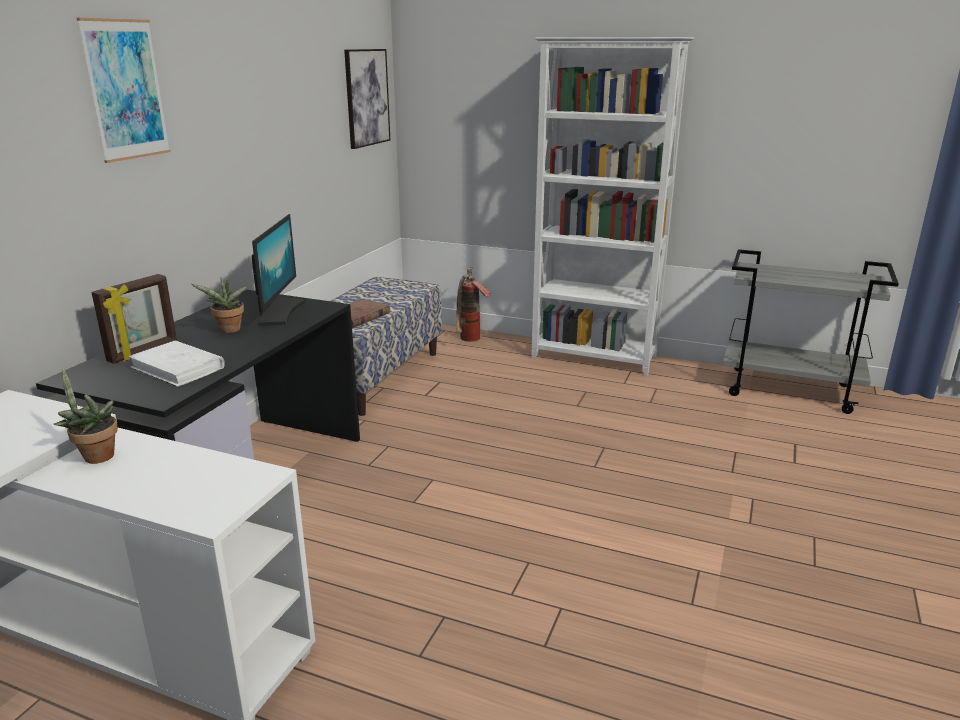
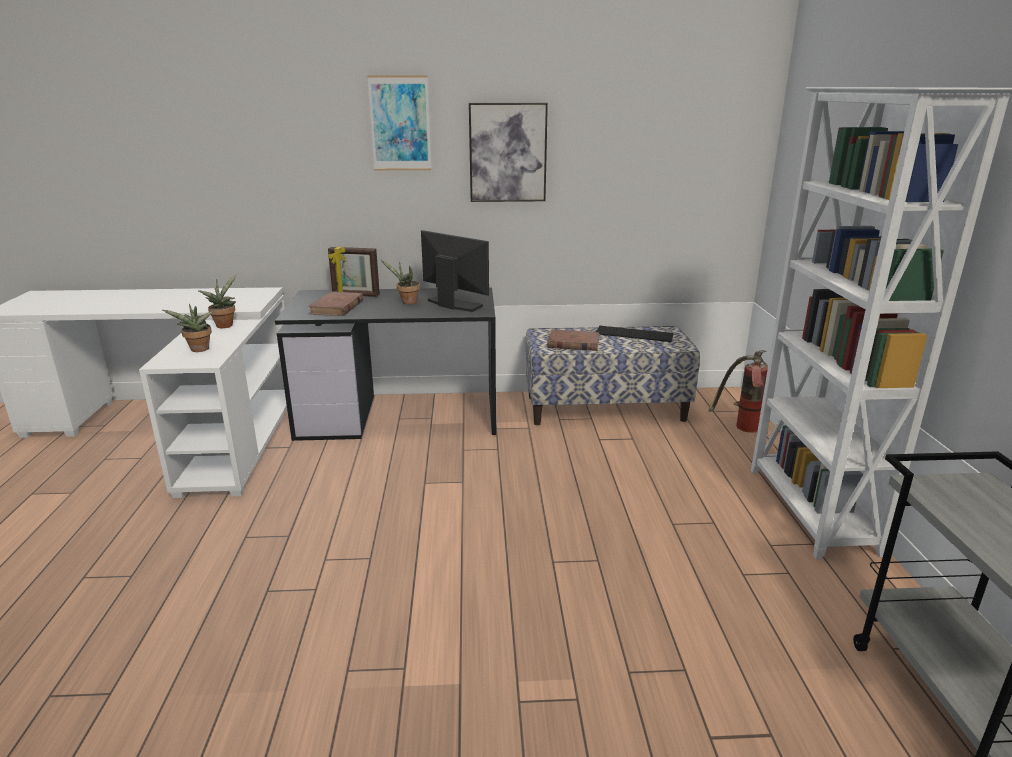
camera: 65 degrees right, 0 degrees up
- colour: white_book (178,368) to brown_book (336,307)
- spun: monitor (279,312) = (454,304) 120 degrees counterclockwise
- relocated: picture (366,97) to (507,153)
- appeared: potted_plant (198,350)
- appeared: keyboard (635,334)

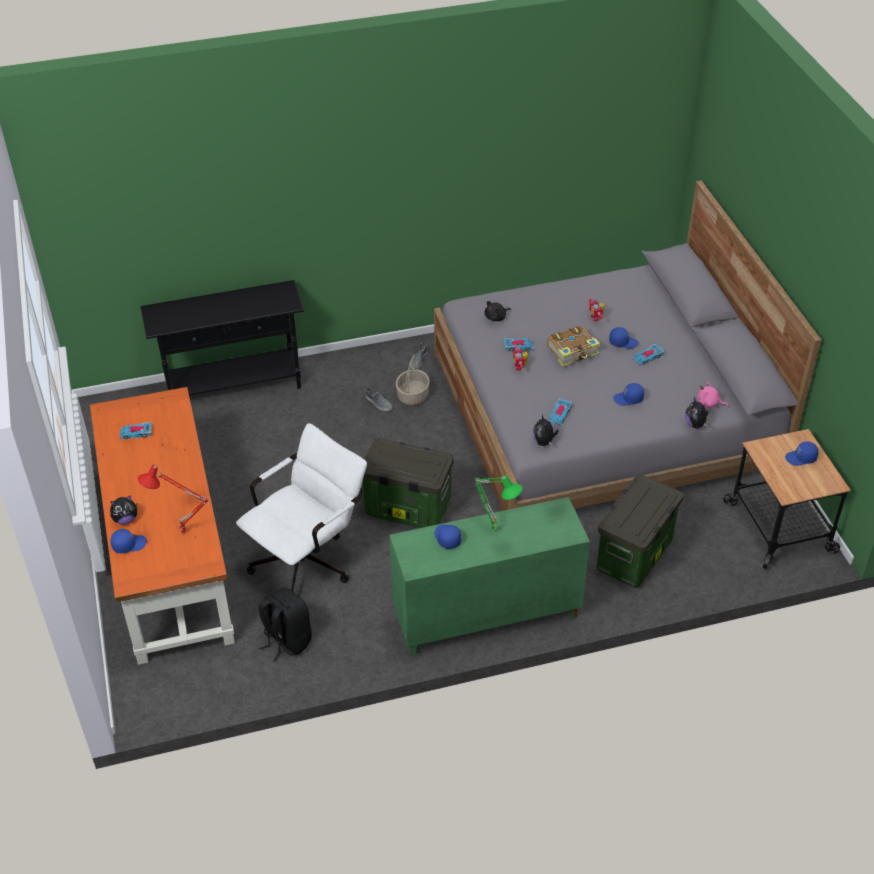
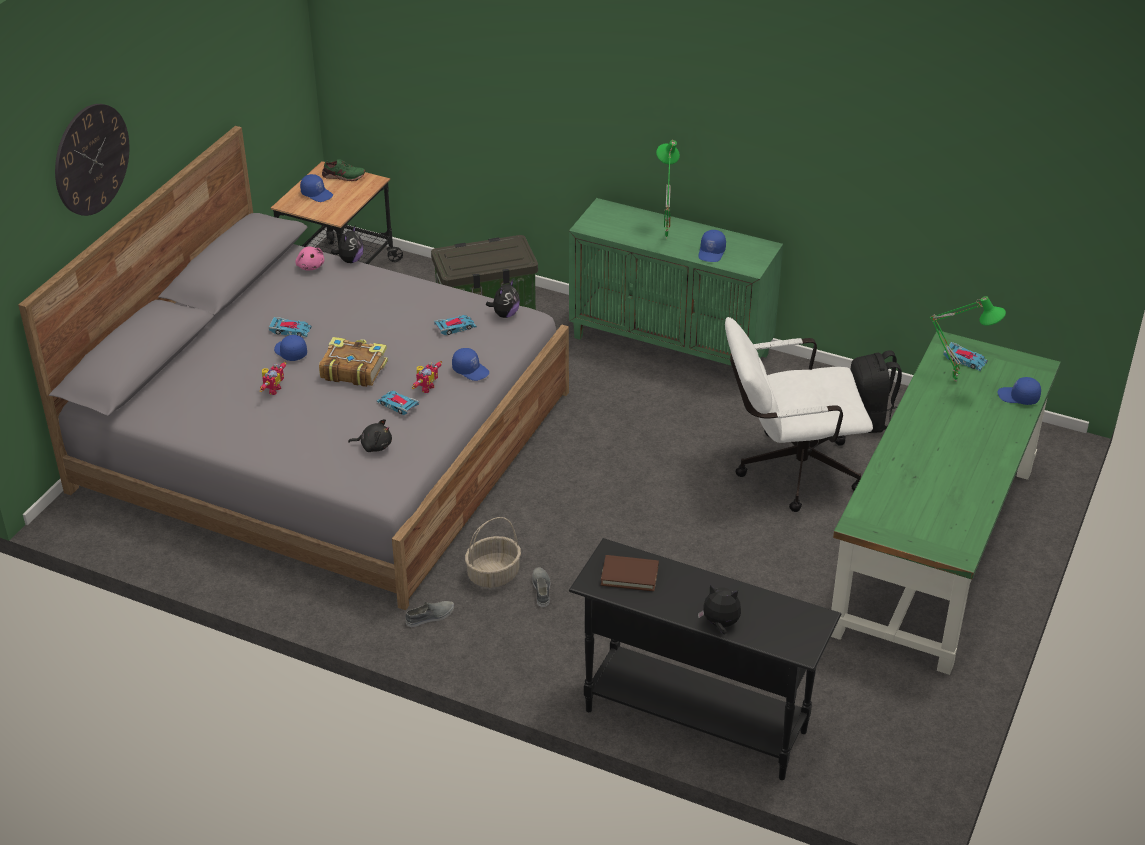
camera: 140 degrees left, 5 degrees down
- colour: orange_desk (169,558) to green_desk (935,550)
- relocated: plush_toy (125,519) to (720,624)
- relocated: toy_car (136,433) to (965,360)
- colour: red_table_lamp (183,534) to green_table_lamp (956,379)
- missing: storage_box (406,509)
- relocated: blue_cap (628,399) to (471,370)
- appeared: wall_clock (91,159)
- appeared: green_shoe (343,176)
- appeared: brown_book (629,575)

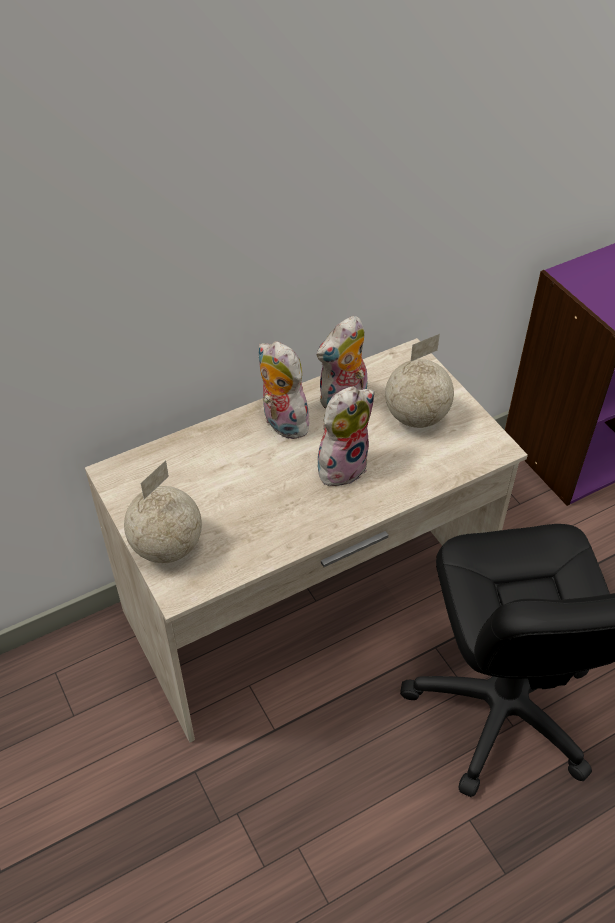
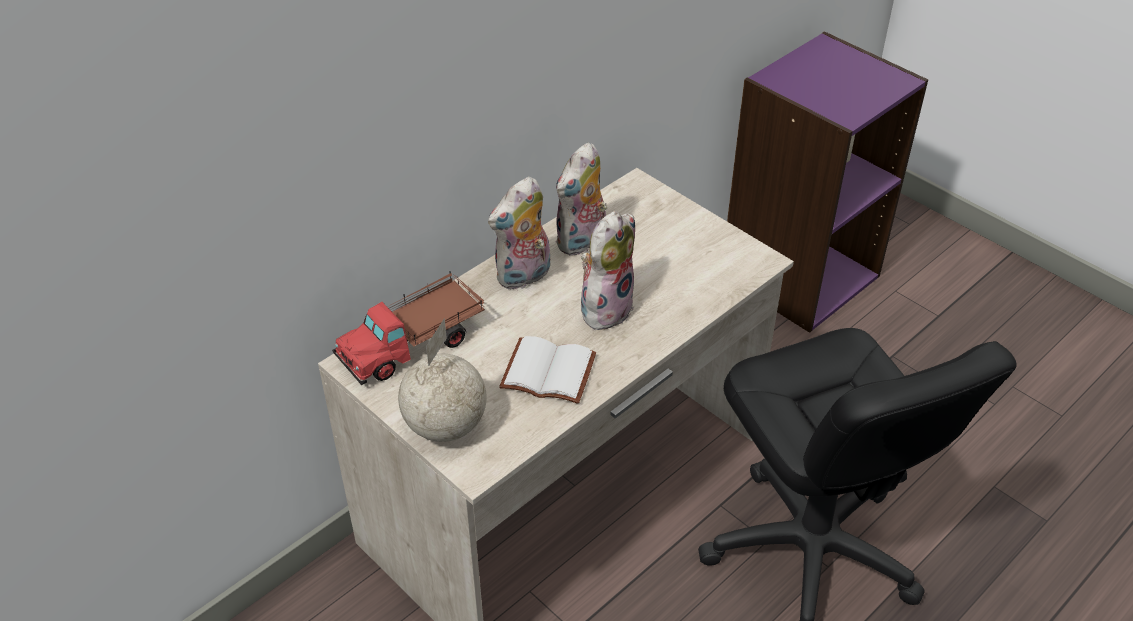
camera: 15 degrees left, 5 degrees down
- spun: plush_toy (281,423) = (524,277) 75 degrees counterclockwise
- missing: globe (417,417)
- appeared: toy_truck (414,344)
- appeared: white_book (546,374)

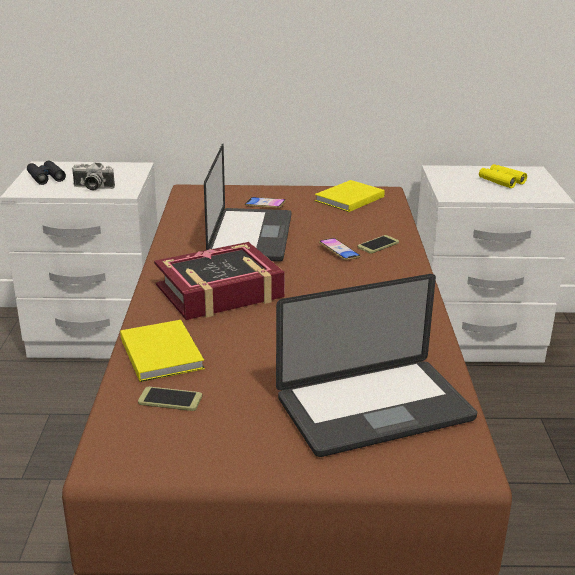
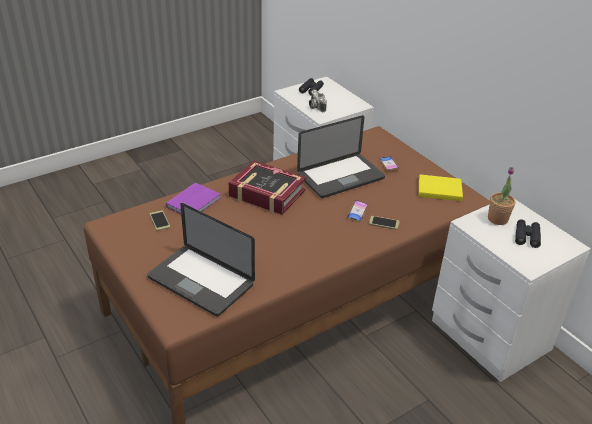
camera: 55 degrees right, 10 degrees up
- colour: yellow_book (162,352) to purple_book (195,202)
- colour: yellow_binoculars (501,181) to black_binoculars (527,236)
- appeared: potted_plant (497,219)

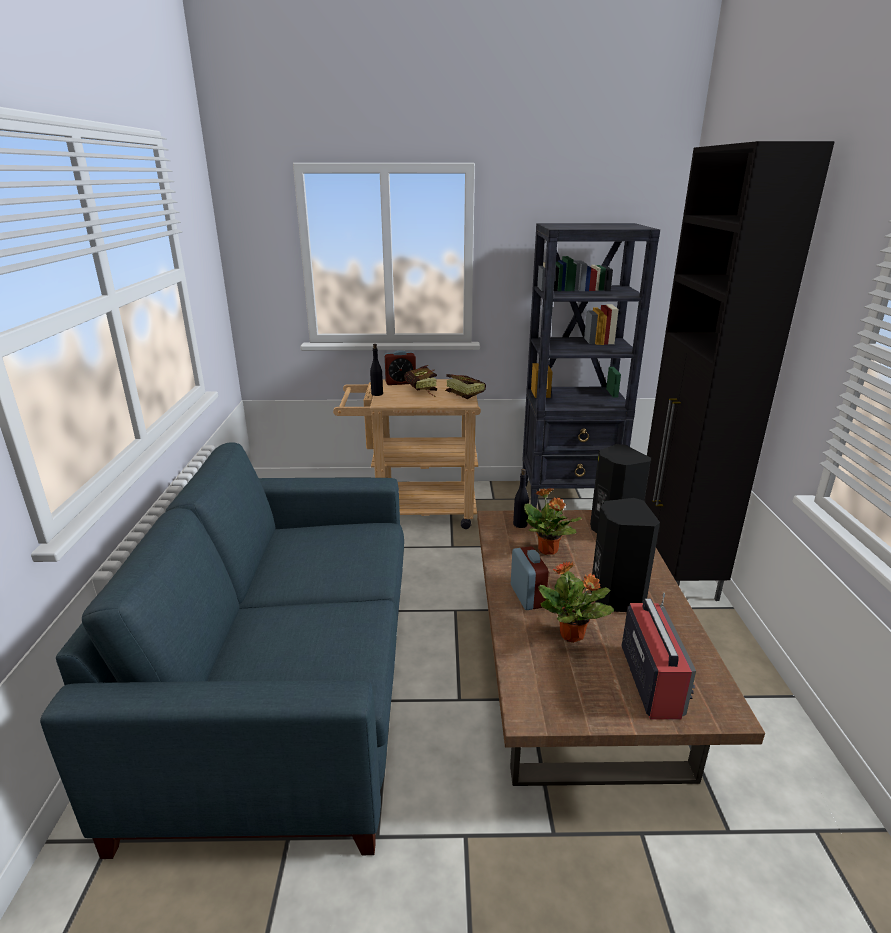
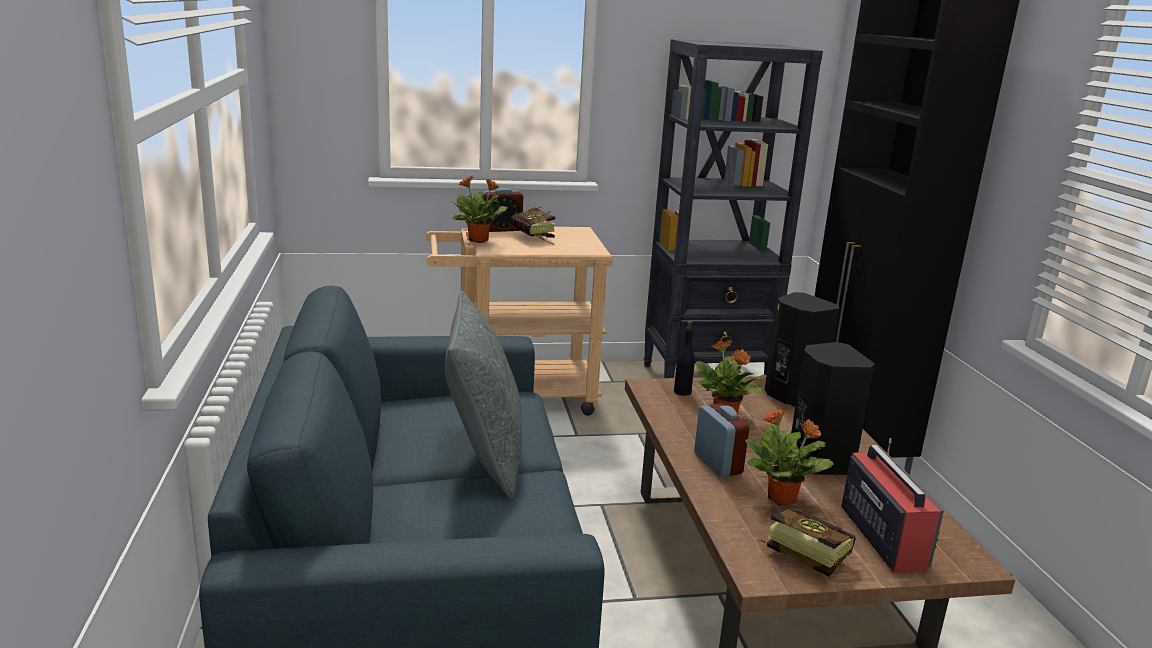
camera: 10 degrees left, 5 degrees down
- exchanged: black_bottle (377,394) to potted_plant (479,240)
- relocated: book (462,394) to (799,553)
- appeared: grey_pillow (484,457)

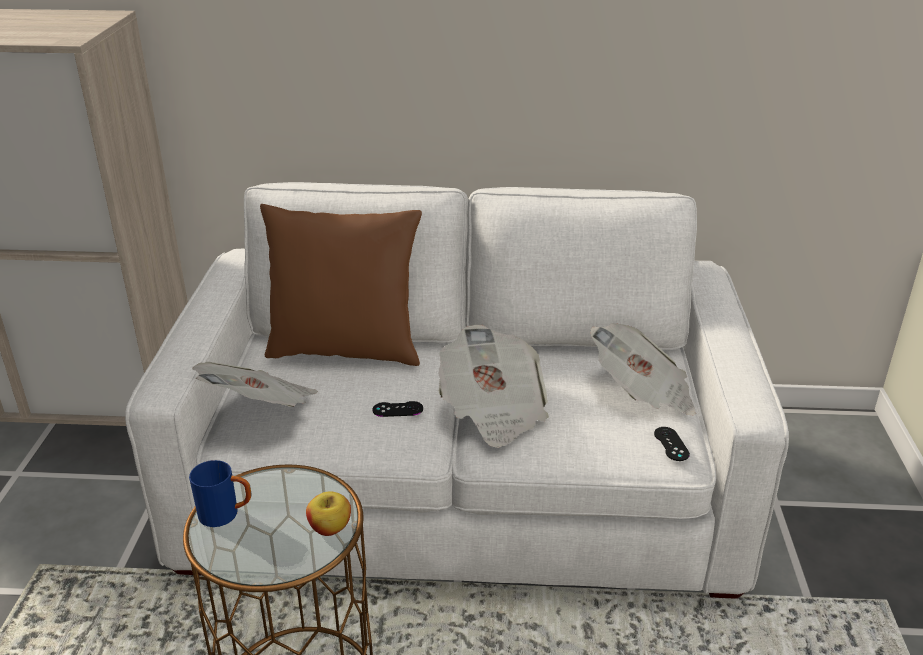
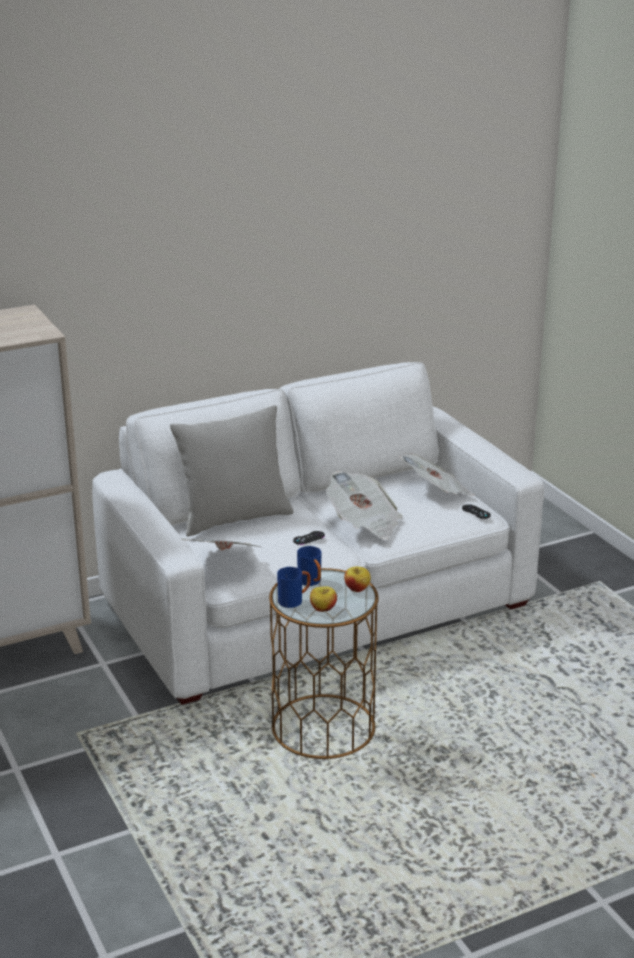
camera: 30 degrees left, 5 degrees down
- colour: brown_pillow (345,350) to grey_pillow (234,518)
- appeared: blue_mug (311,582)
- appeared: apple (323,608)

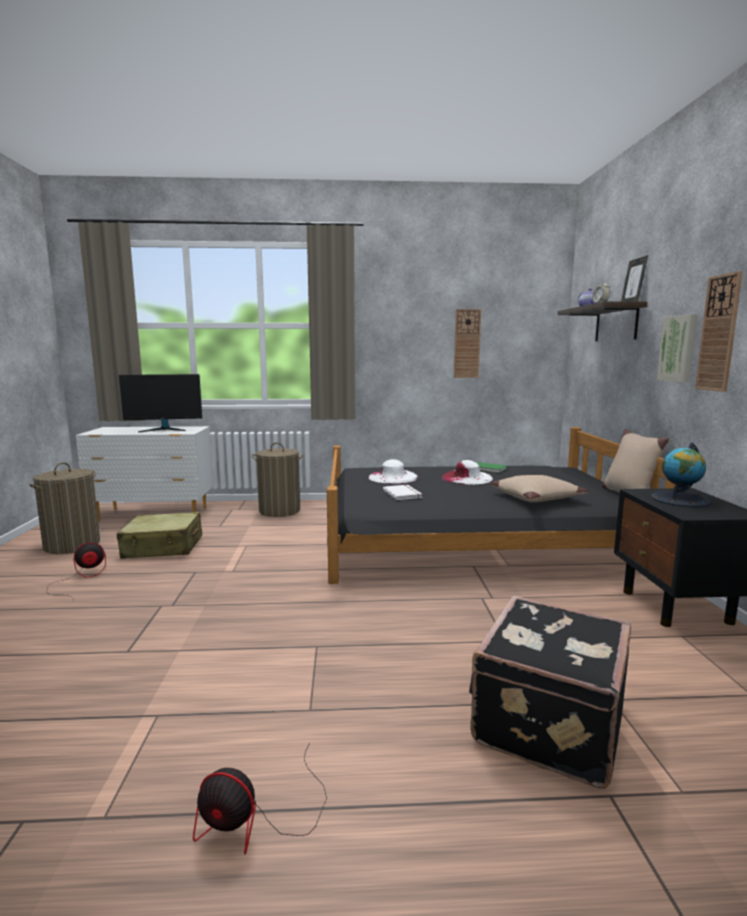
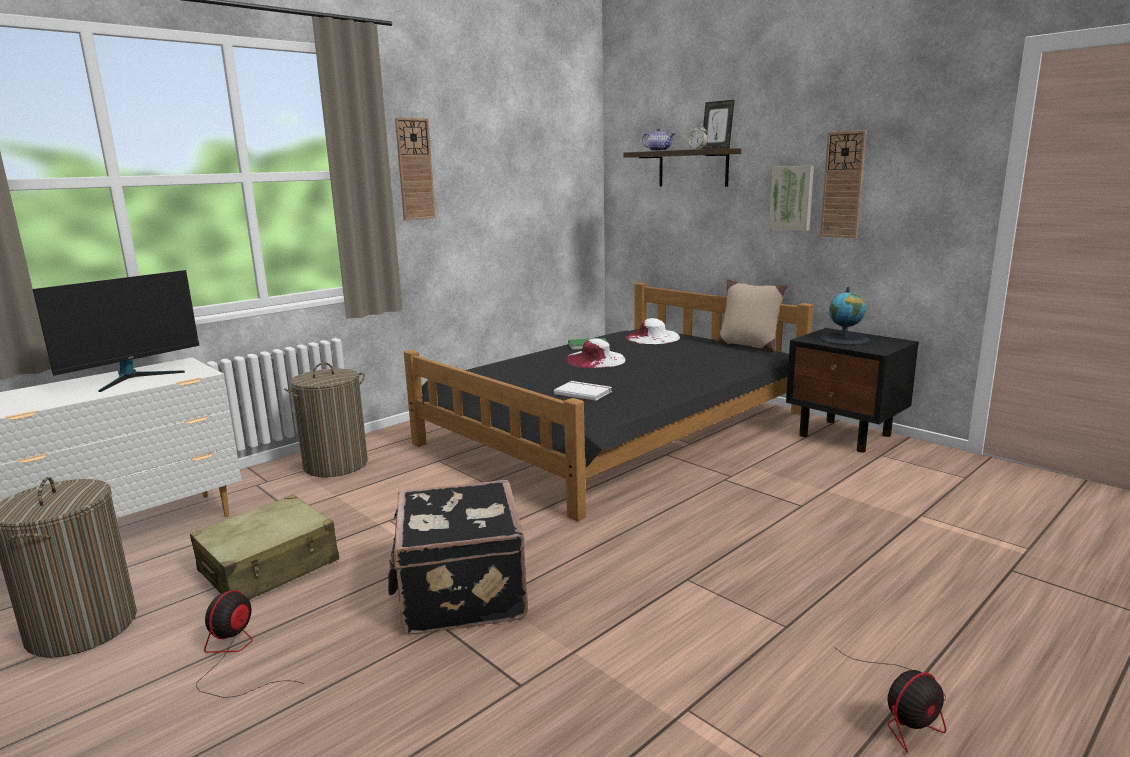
camera: 40 degrees left, 5 degrees up
- relocated: white_hat (393,477) to (652,337)
- relocated: wall_clock (467,344) to (415,169)
- relocated: black_suitcase (545,722) to (459,593)
- missing: beige_pillow (536,497)

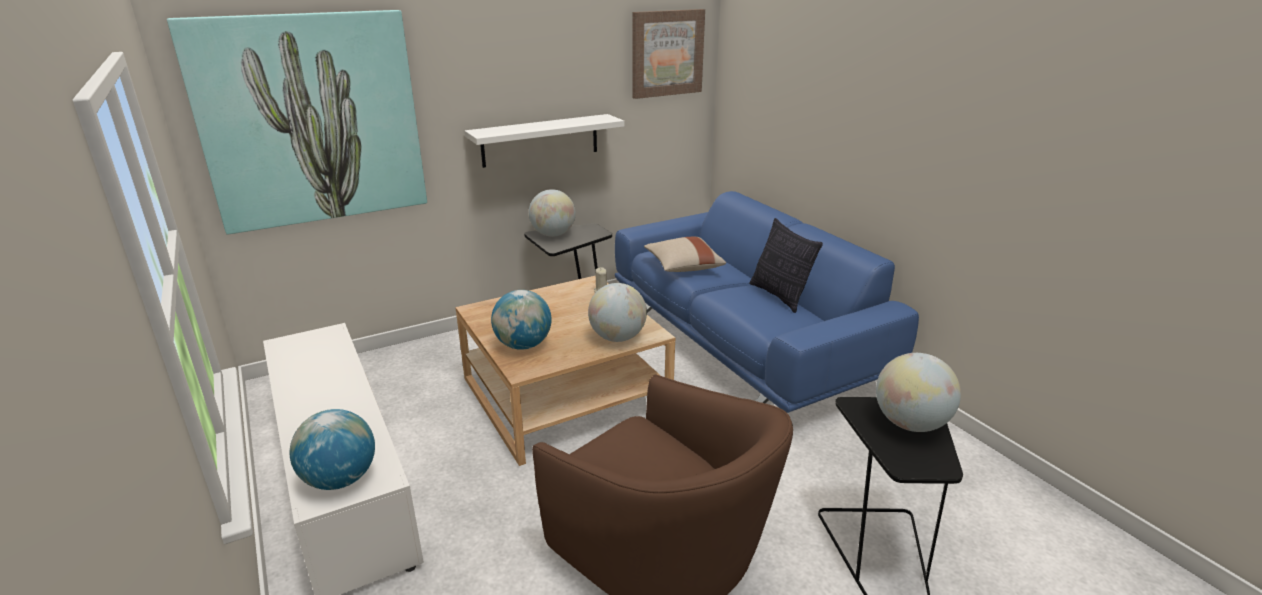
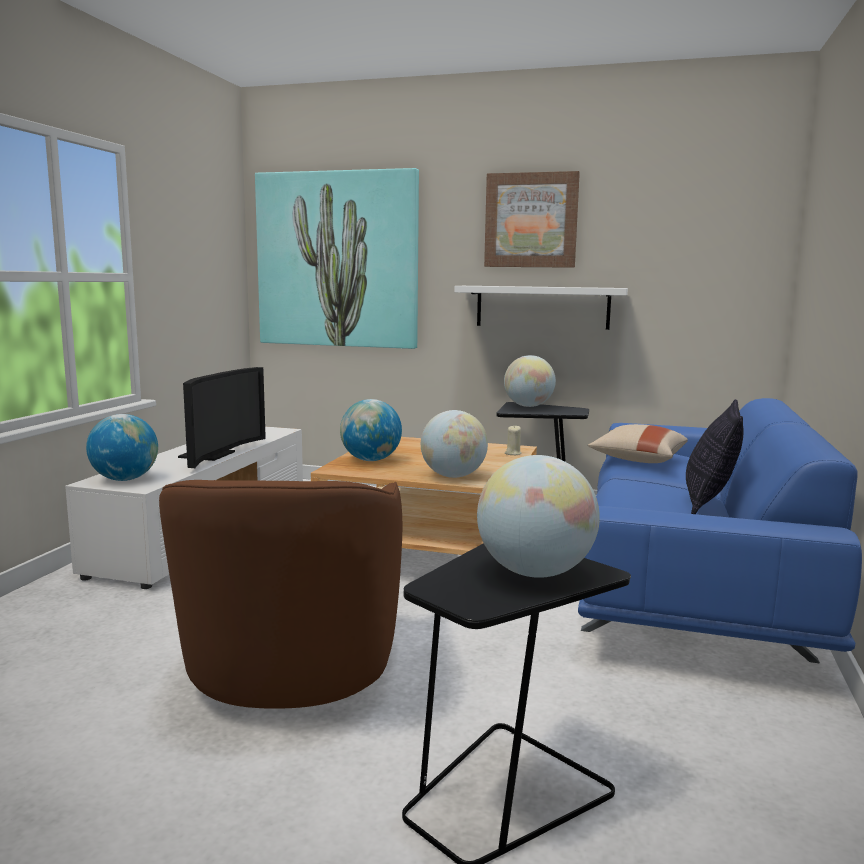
camera: 45 degrees right, 15 degrees down
- relocated: picture (667,53) to (531,220)
- appeared: television (213,455)

